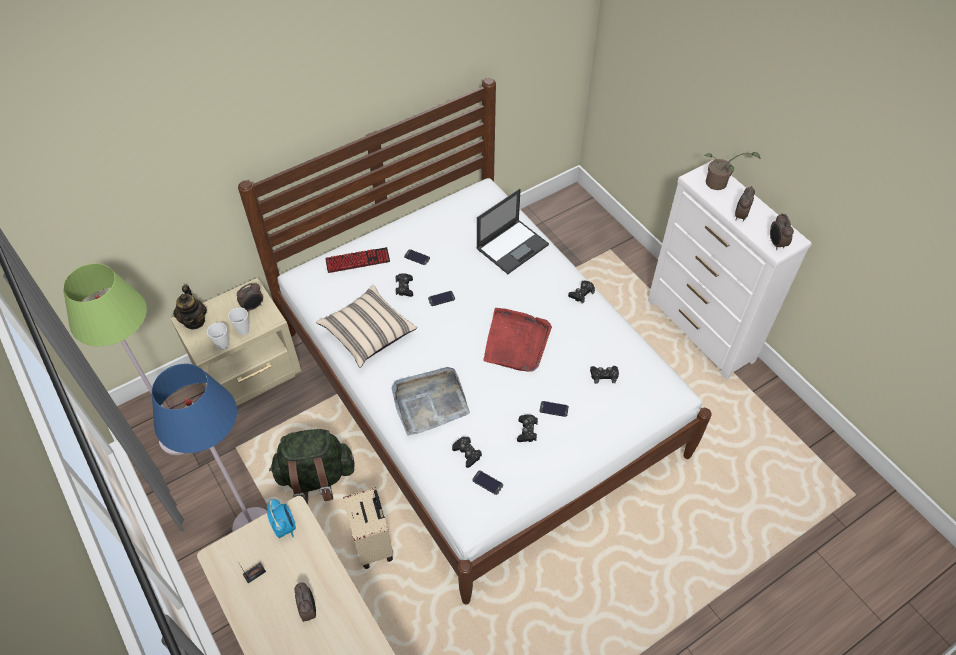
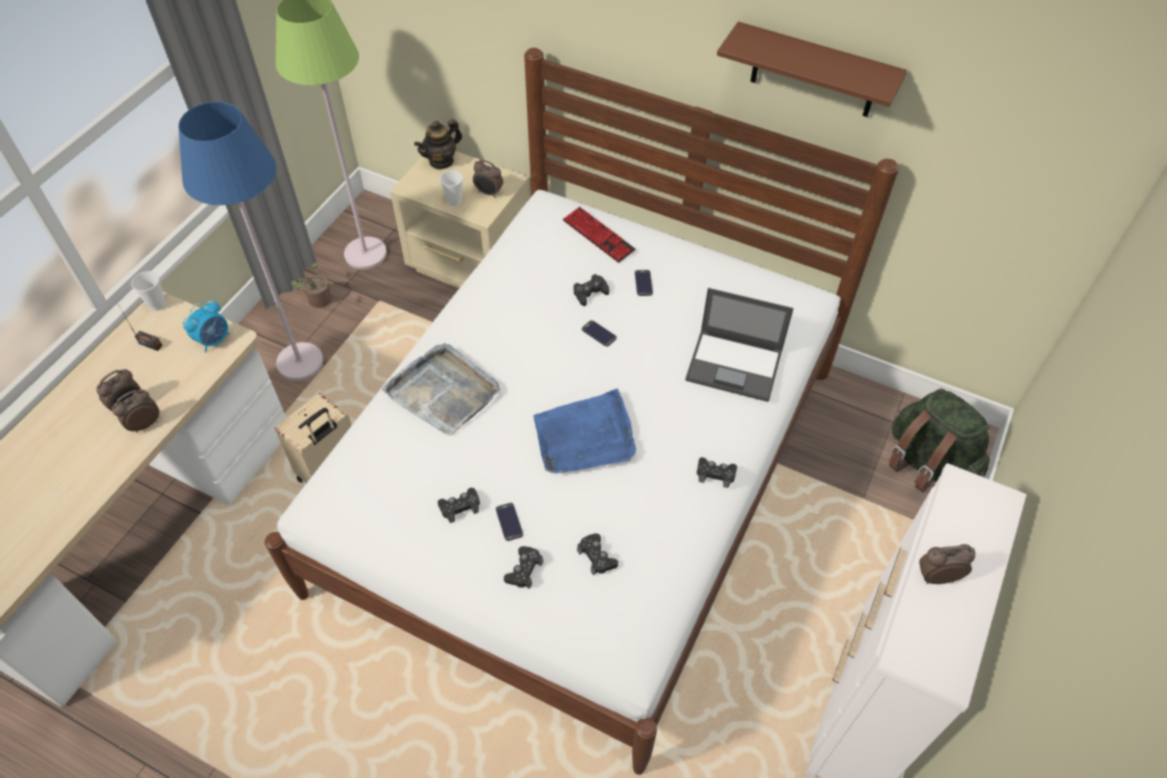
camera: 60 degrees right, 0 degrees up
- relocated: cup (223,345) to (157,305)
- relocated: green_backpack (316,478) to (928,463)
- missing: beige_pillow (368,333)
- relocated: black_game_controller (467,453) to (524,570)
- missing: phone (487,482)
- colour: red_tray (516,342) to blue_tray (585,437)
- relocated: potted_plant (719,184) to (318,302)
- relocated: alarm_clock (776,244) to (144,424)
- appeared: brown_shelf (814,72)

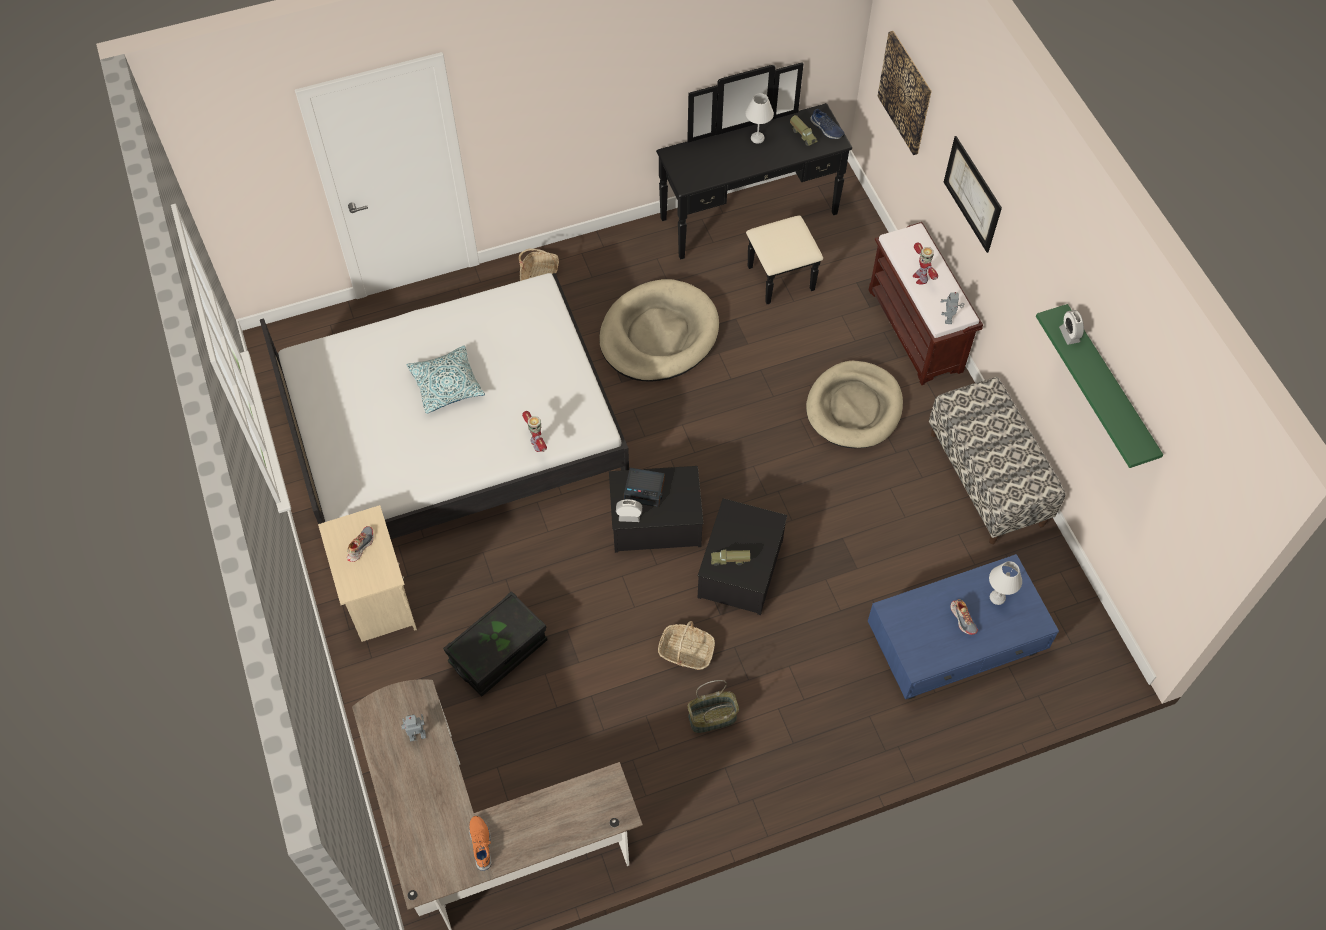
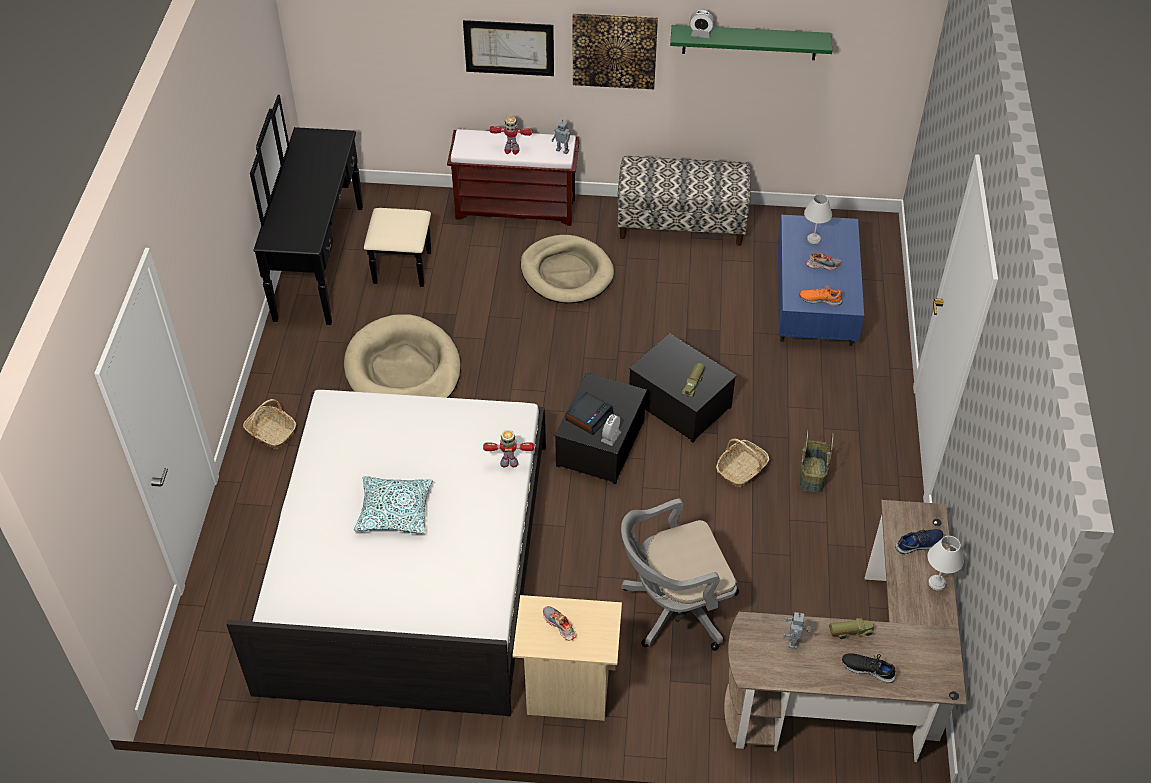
camera: 65 degrees left, 10 degrees down
- exchanged: black_storage_box (498,652) to grey_office_chair (673,608)
- relocated: orange_shoe (481,844) to (820,299)
- relocated: white_table_lamp (758,138) to (936,582)
- relocated: toy_truck (803,135) to (850,632)
- relocated: blue_shoe (826,129) to (919,544)
- relocated: picture (905,93) to (614,50)
- appeared: black_shoe (868,669)

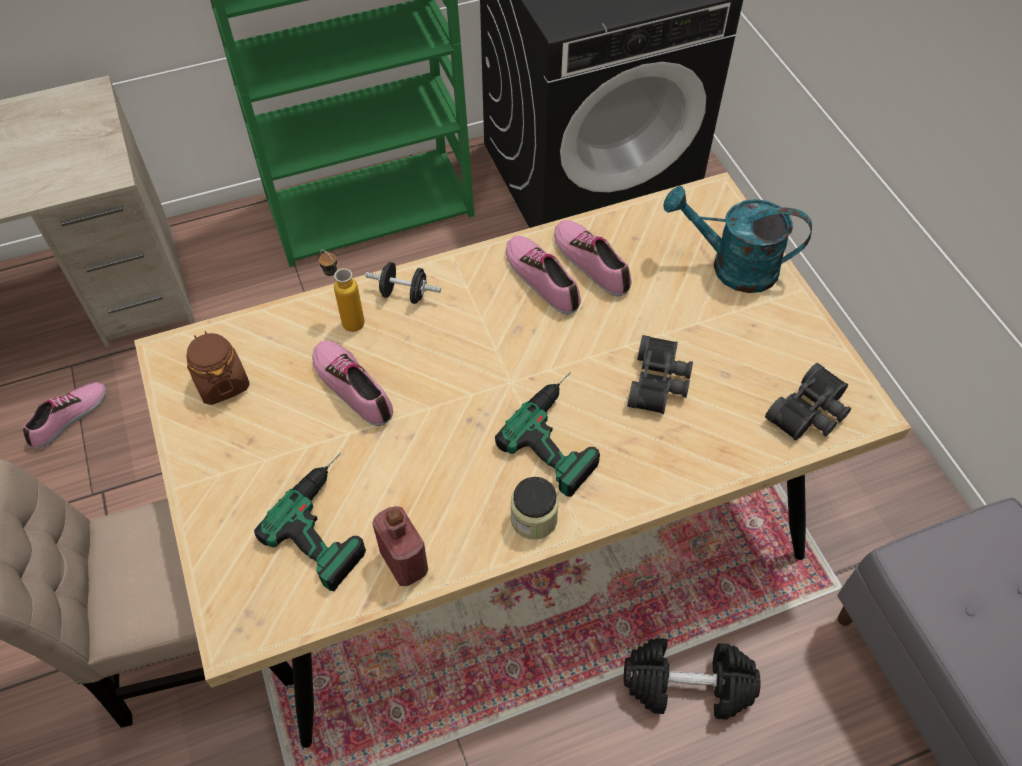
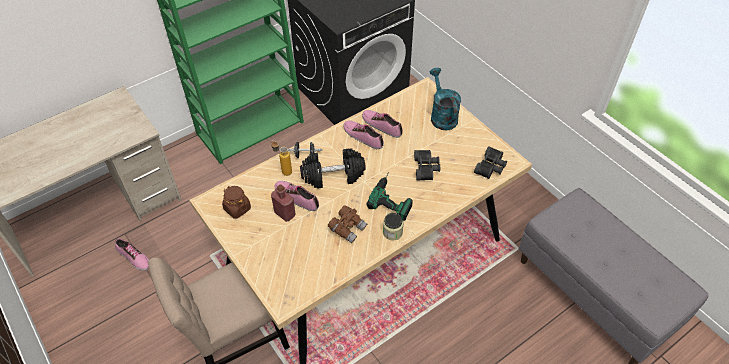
camera: 15 degrees left, 5 degrees down
- spun: shoe (69,418) = (133,258) 105 degrees clockwise
- missing: power_drill (331,520)
- relocated: red_bottle (404,562) to (285,214)
- relocated: black_dumbbell (686,686) to (333,176)
- spun: turquoise_watering_can (731,266) = (442,115) 75 degrees clockwise
- appeared: brown_binoculars (347,228)

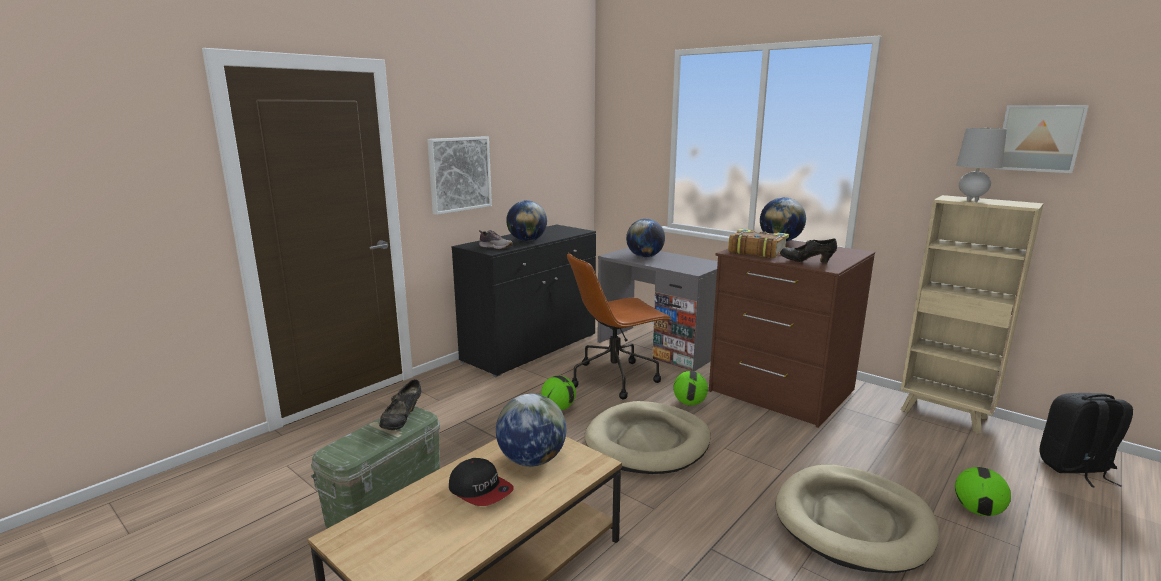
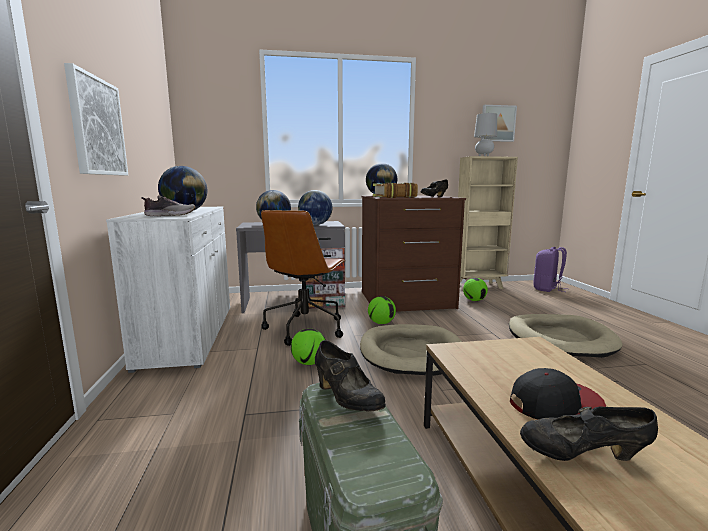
camera: 50 degrees left, 5 degrees down
- colour: black_cabinet (531,348) to white_cabinet (189,335)
- relocated: globe (531,460) to (315,224)
- relocated: football (977,510) to (474,300)
- colour: black_backpack (1075,469) to purple_backpack (547,289)
- appeared: black_shoe (582,456)

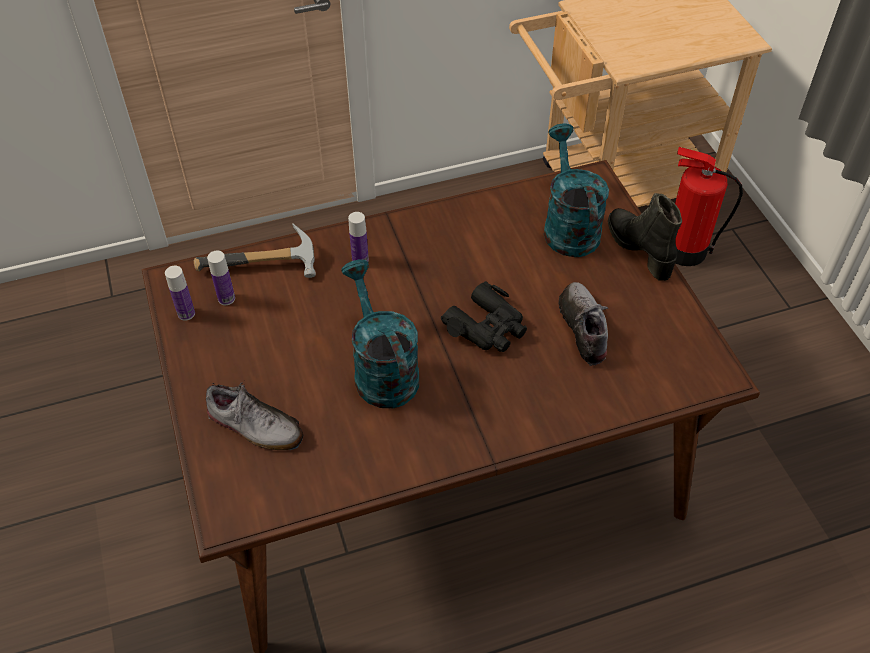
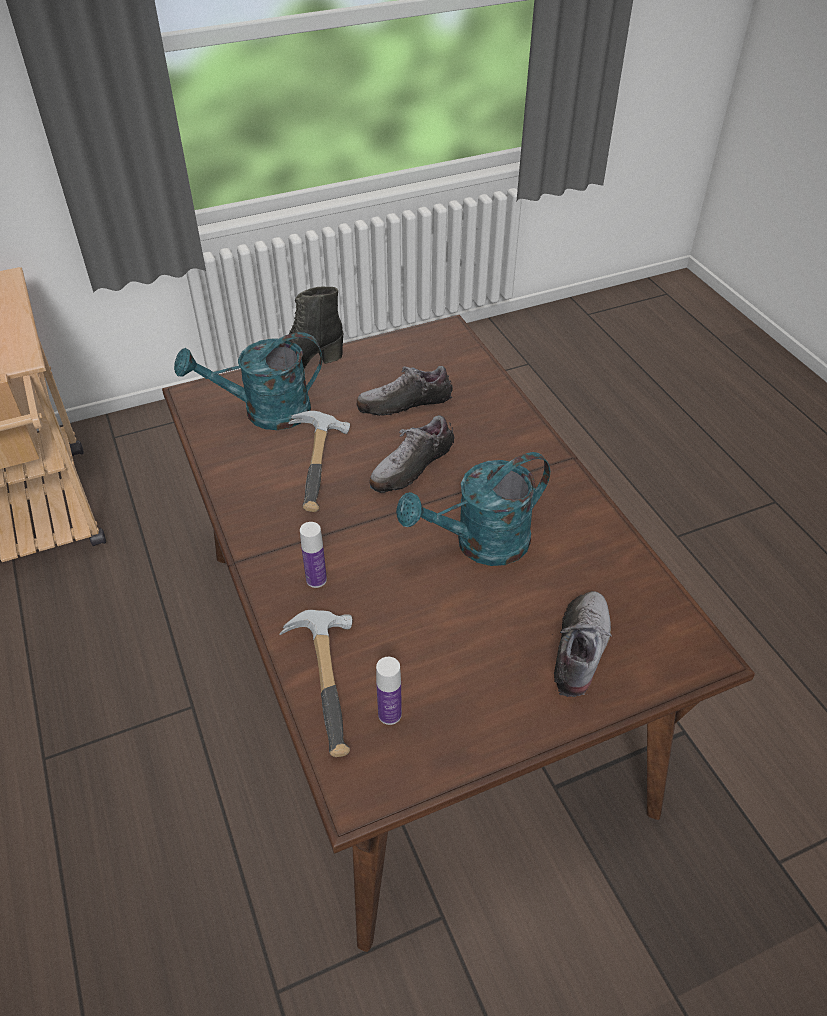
camera: 95 degrees left, 5 degrees down
- missing: bottle (186,313)
- exchanged: black_binoculars (487,327) to shoe (411,467)
- missing: fire_extinguisher (684,250)
- appeared: hammer (323,466)

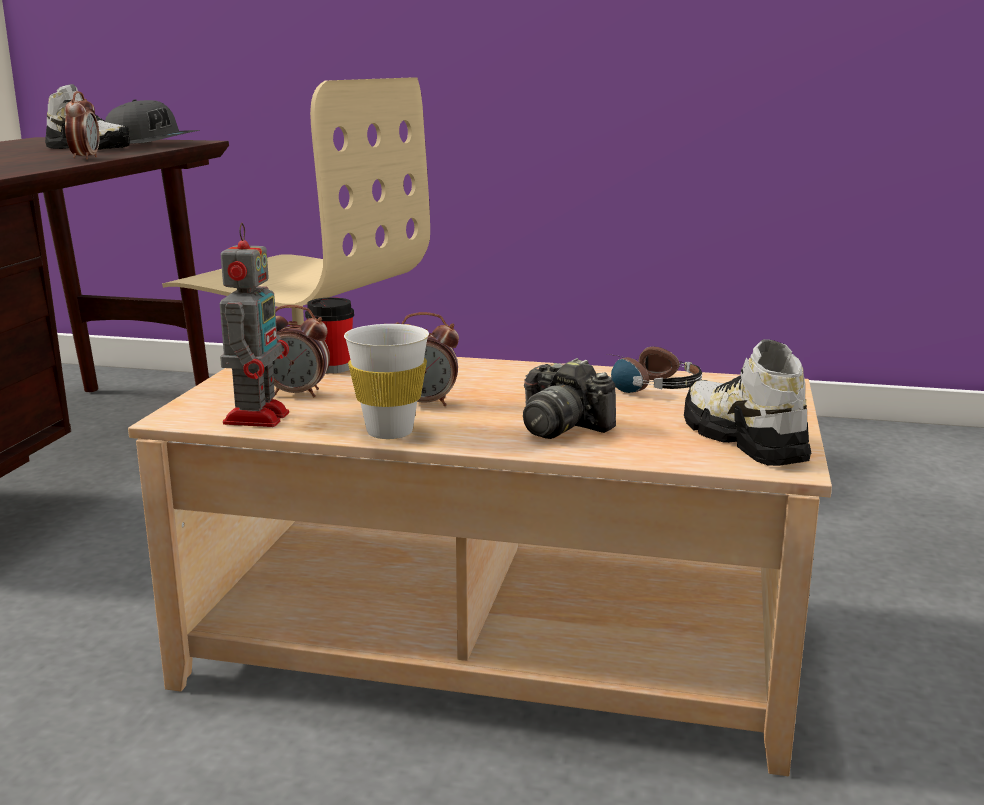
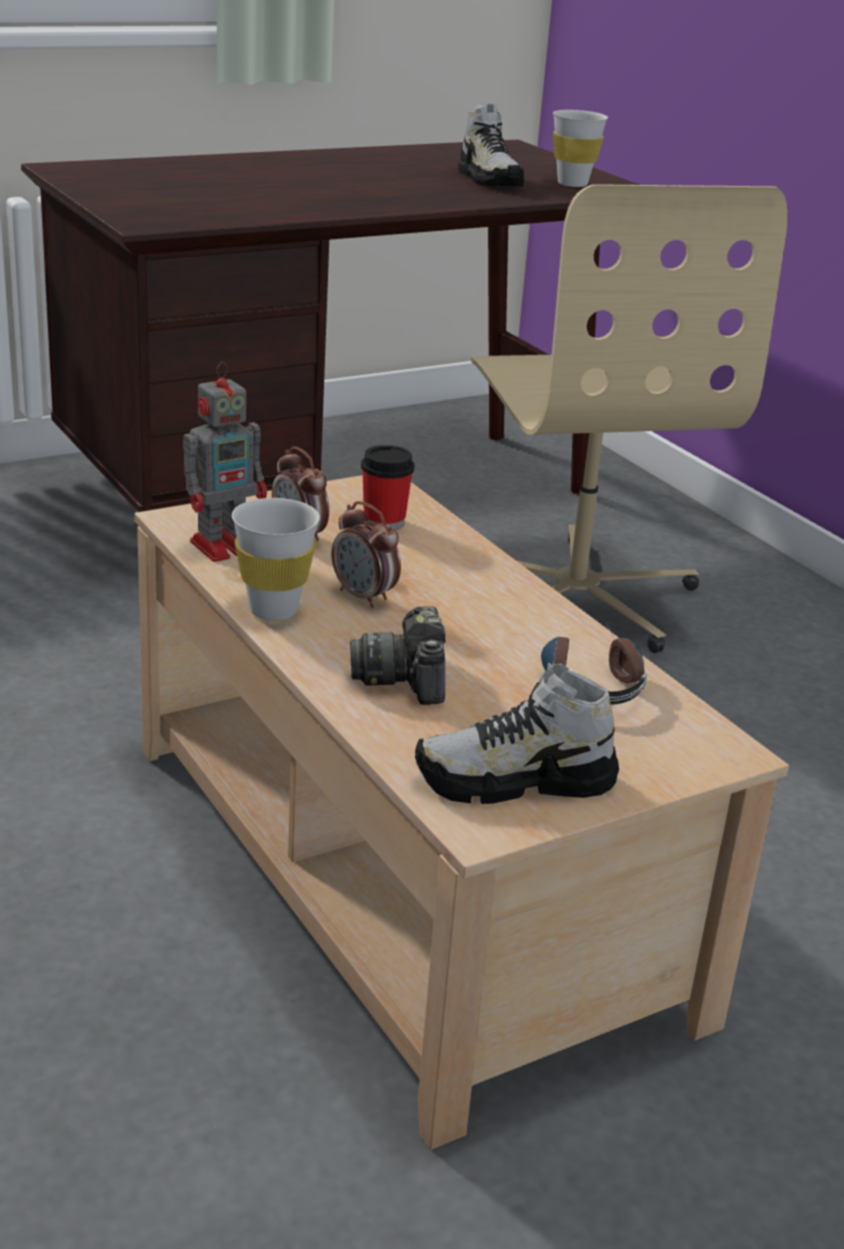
camera: 45 degrees right, 10 degrees up
- missing: alarm_clock (85,158)
- exchanged: grey_cap (152,143) to white_cup (572,184)
- spun: shoe (743,440) = (515,782) 120 degrees counterclockwise

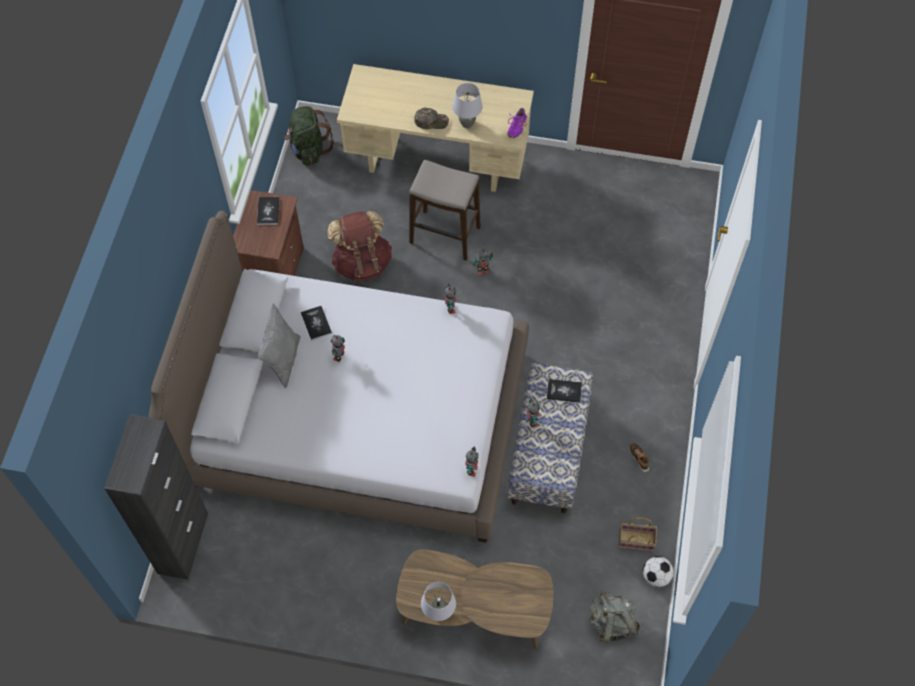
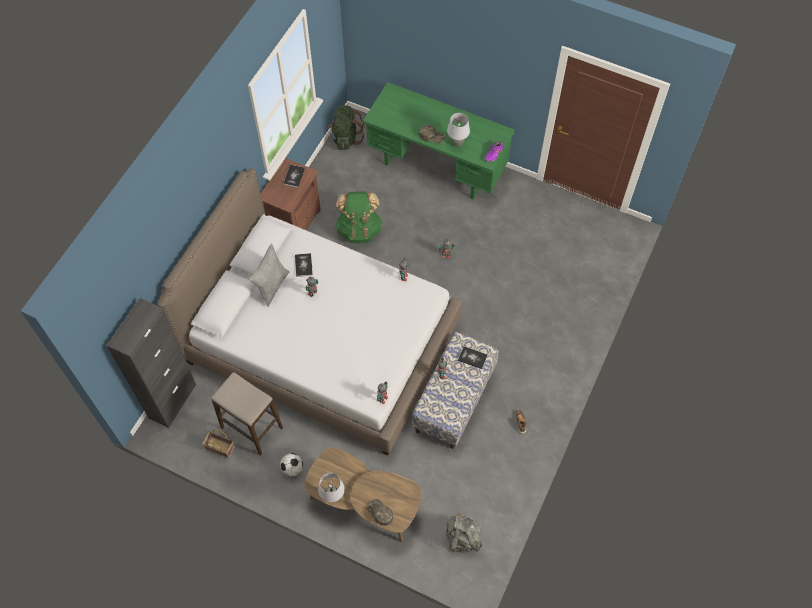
camera: 15 degrees right, 0 degrees up
- colour: brown_backpack (362,263) to green_backpack (359,229)
- colour: beige_desk (438,160) to green_desk (437,167)
- relocated: stool (445,235) to (252,428)
- relocated: basket (635,541) to (219,448)
- relocated: football (655,576) to (292,468)
- appeared: green_cap (380,513)

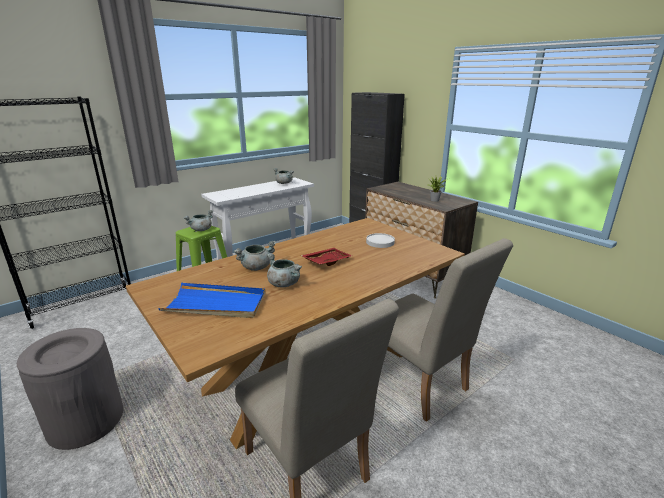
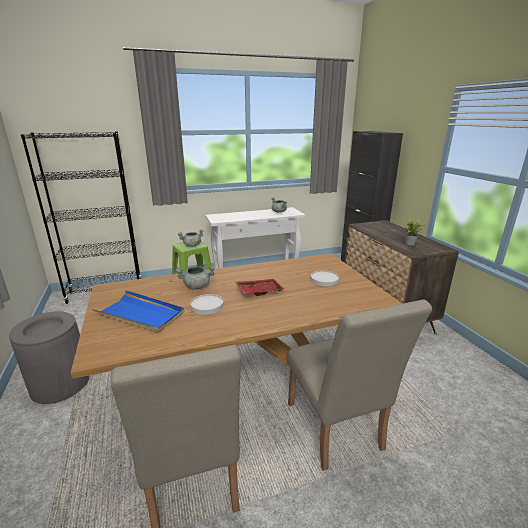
camera: 20 degrees right, 0 degrees up
- exchanged: grey_cooking_pot (283,284) to white_plate (207,306)

